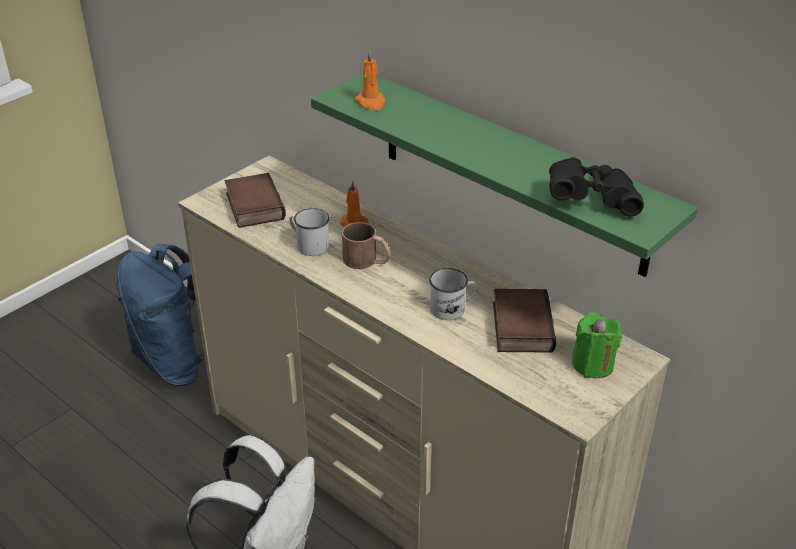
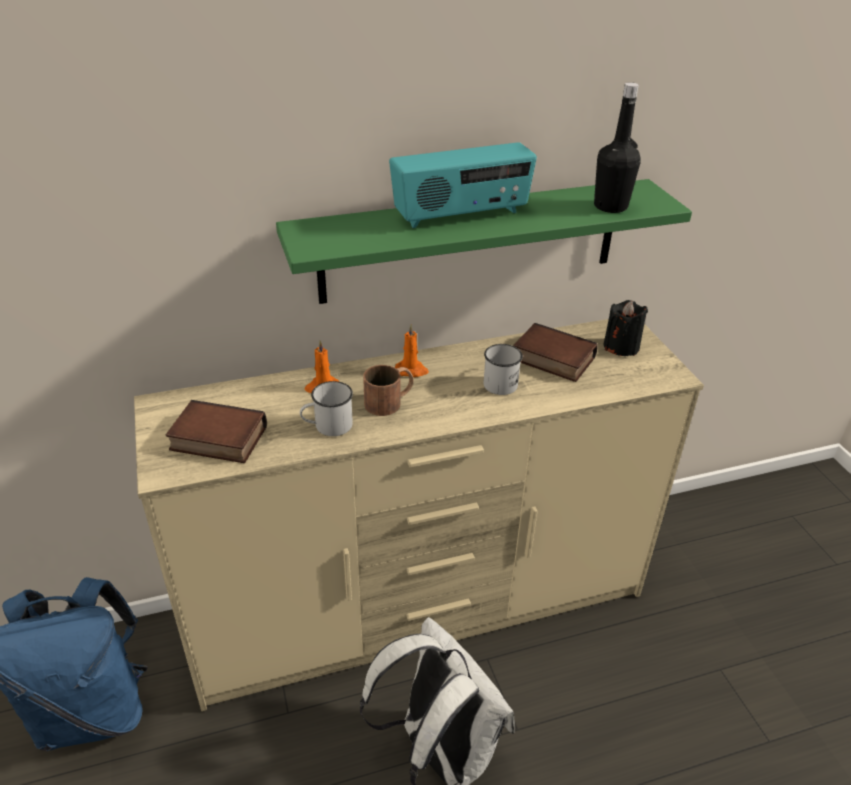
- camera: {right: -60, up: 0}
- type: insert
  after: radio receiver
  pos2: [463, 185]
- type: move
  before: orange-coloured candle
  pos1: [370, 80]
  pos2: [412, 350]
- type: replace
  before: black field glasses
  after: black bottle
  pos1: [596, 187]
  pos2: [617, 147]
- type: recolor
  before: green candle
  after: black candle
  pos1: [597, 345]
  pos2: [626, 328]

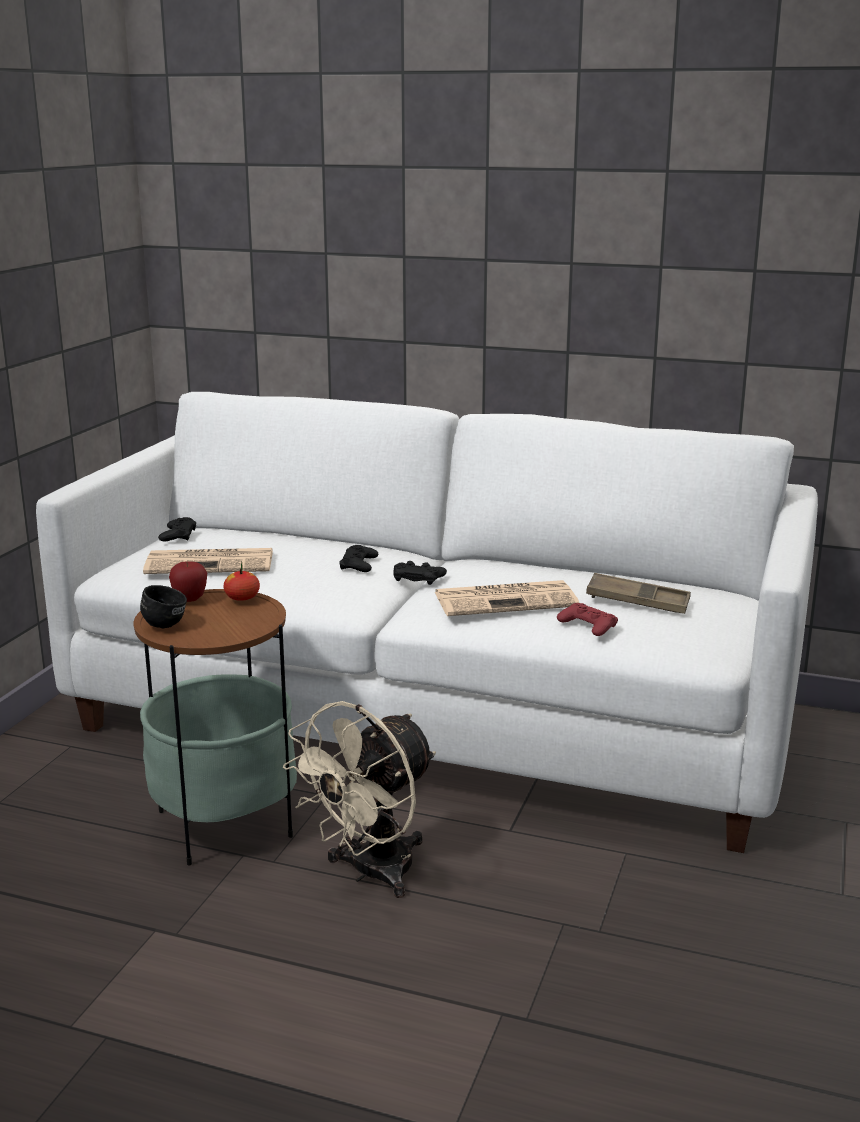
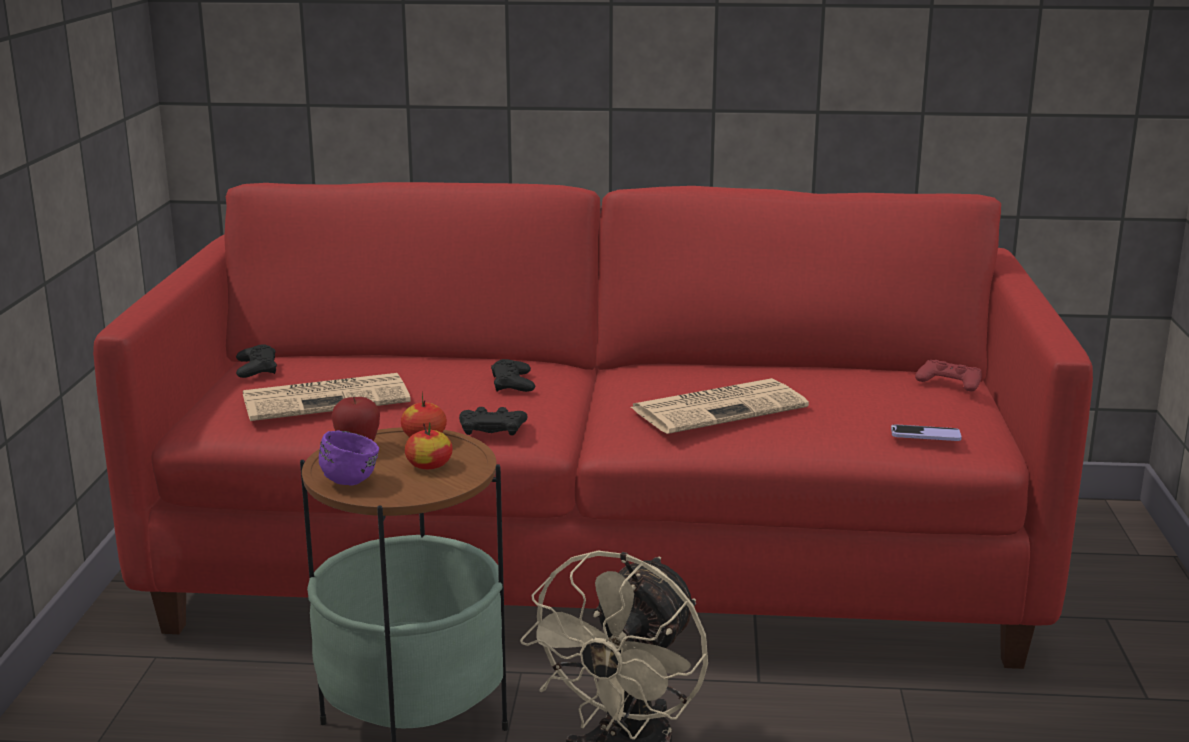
- camera: {right: -15, up: 0}
- type: delete
  before: brownish carrying tray
  pos1: [638, 593]
- type: insert
  after: whole apple
  pos2: [429, 445]
- type: insert
  after: phone
  pos2: [926, 432]
- type: move
  before: black joypad
  pos1: [420, 573]
  pos2: [493, 421]
- type: move
  before: red joypad
  pos1: [587, 619]
  pos2: [948, 376]
- type: recolor
  before: whitish settee
  after: red settee
  pos1: [427, 622]
  pos2: [593, 425]
- type: recolor
  before: black tea mug
  after: purple-coloured tea mug
  pos1: [163, 606]
  pos2: [349, 458]

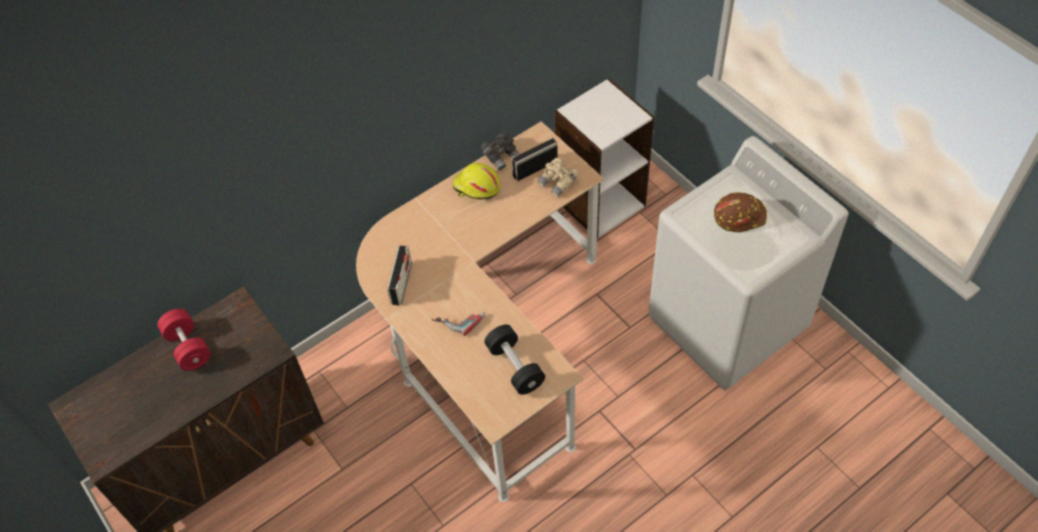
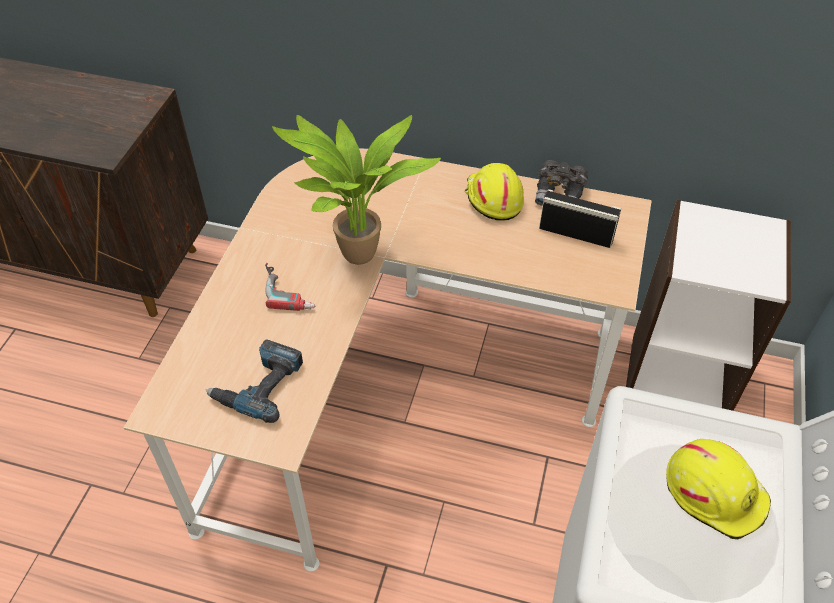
- camera: {right: 50, up: -5}
- type: delete
  before: red hand weight
  pos1: [184, 340]
- type: delete
  before: radio receiver
  pos1: [399, 275]
- type: delete
  before: beige-coloured field glasses
  pos1: [558, 177]
- type: insert
  after: houseplant
  pos2: [356, 190]
- type: replace
  before: black hand weight
  after: electric drill
  pos1: [514, 359]
  pos2: [254, 381]
- type: recolor
  before: brownish work helmet
  after: yellow work helmet
  pos1: [740, 212]
  pos2: [718, 489]

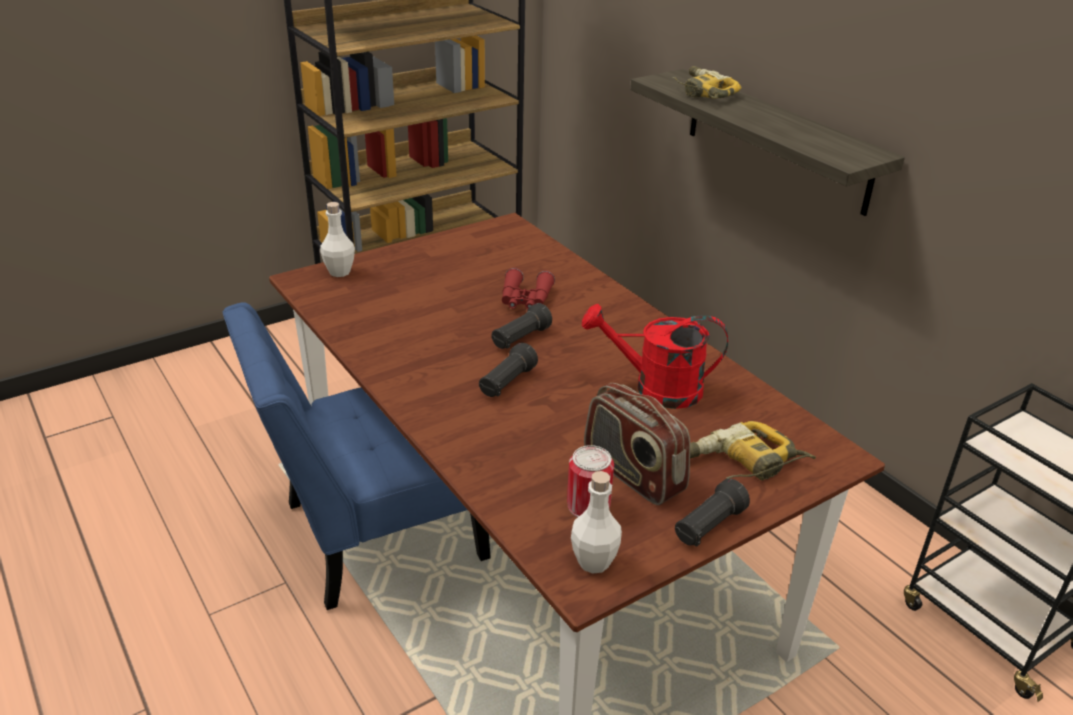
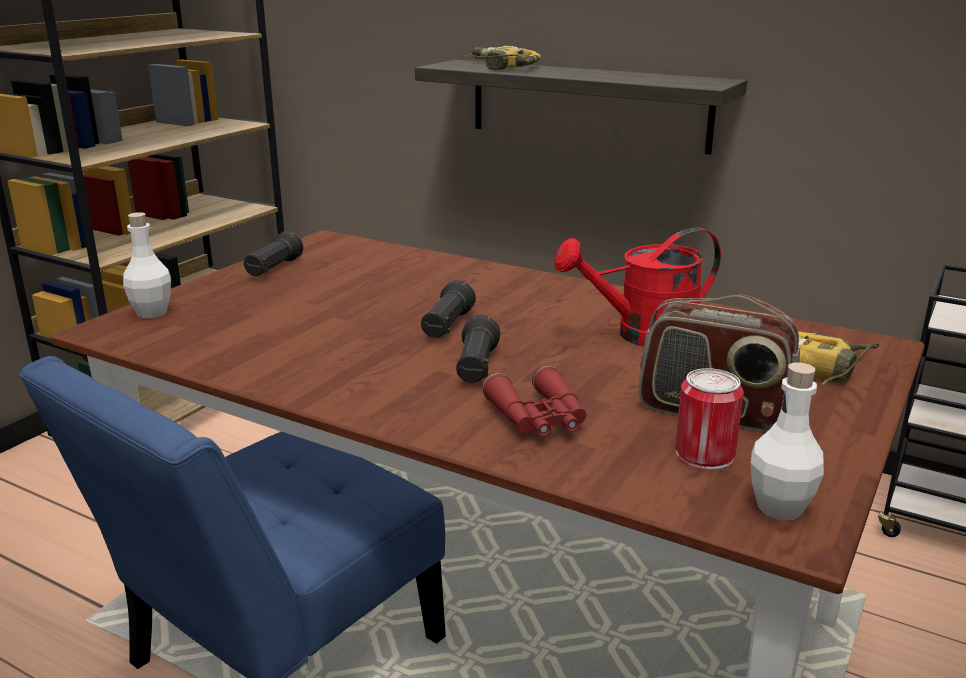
- camera: {right: -25, up: -10}
- type: move
  before: red field glasses
  pos1: [528, 289]
  pos2: [534, 400]
- type: move
  before: black flashlight
  pos1: [712, 513]
  pos2: [273, 253]

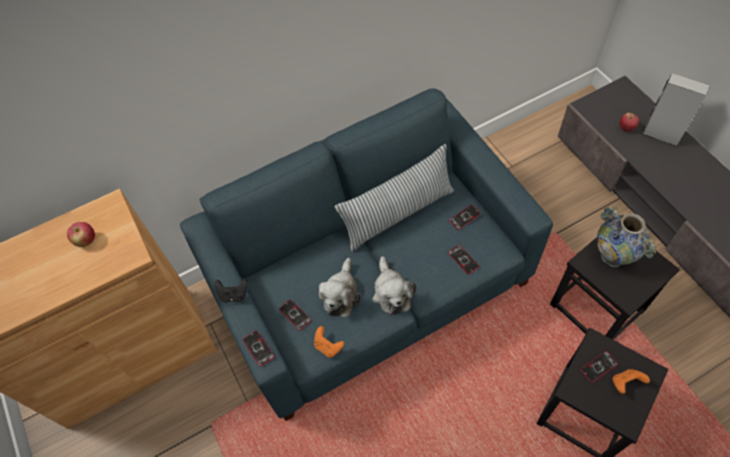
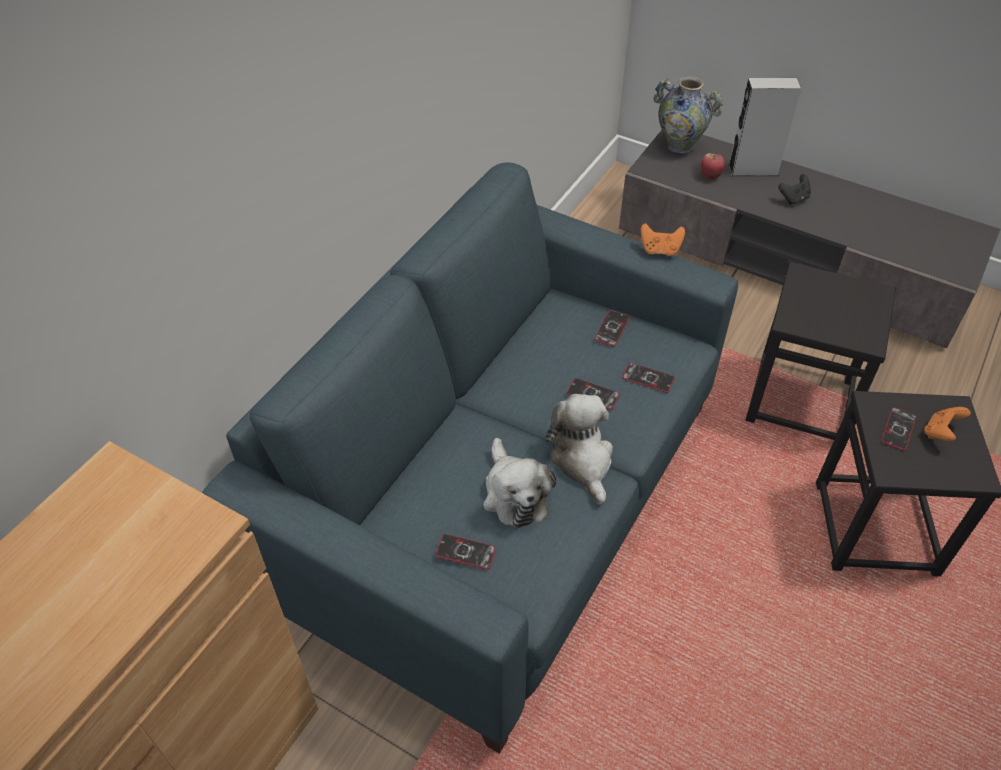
- camera: {right: -35, up: -10}
- type: delete
  before: whole apple
  pos1: [81, 234]
- type: delete
  before: throw pillow
  pos1: [394, 198]
- type: move
  before: black joypad
  pos1: [231, 291]
  pos2: [794, 189]
- type: move
  before: phone
  pos1: [258, 348]
  pos2: [593, 394]
- type: move
  before: orange-coloured joypad
  pos1: [329, 342]
  pos2: [663, 239]
- type: move
  before: flower vase
  pos1: [626, 236]
  pos2: [688, 115]
- type: rotate
  before: cuddly toy
  pos1: [394, 285]
  pos2: [579, 449]
  turn: -150

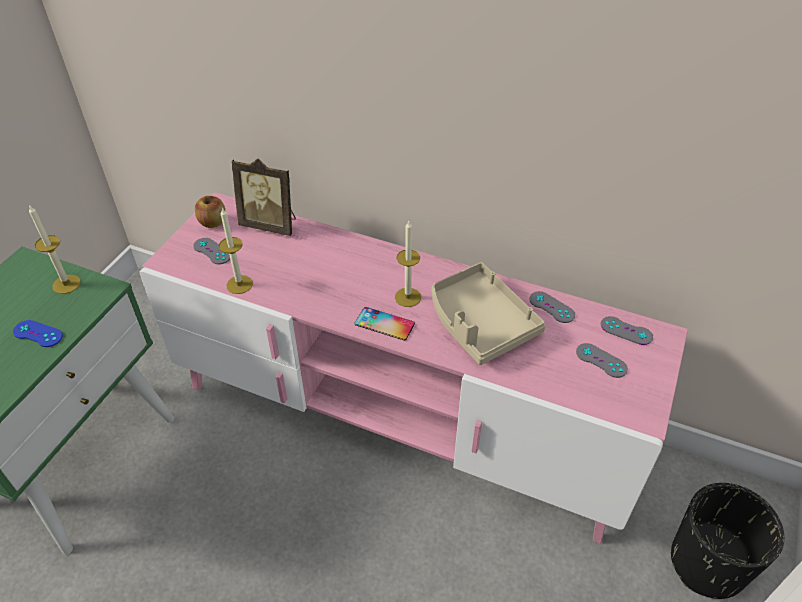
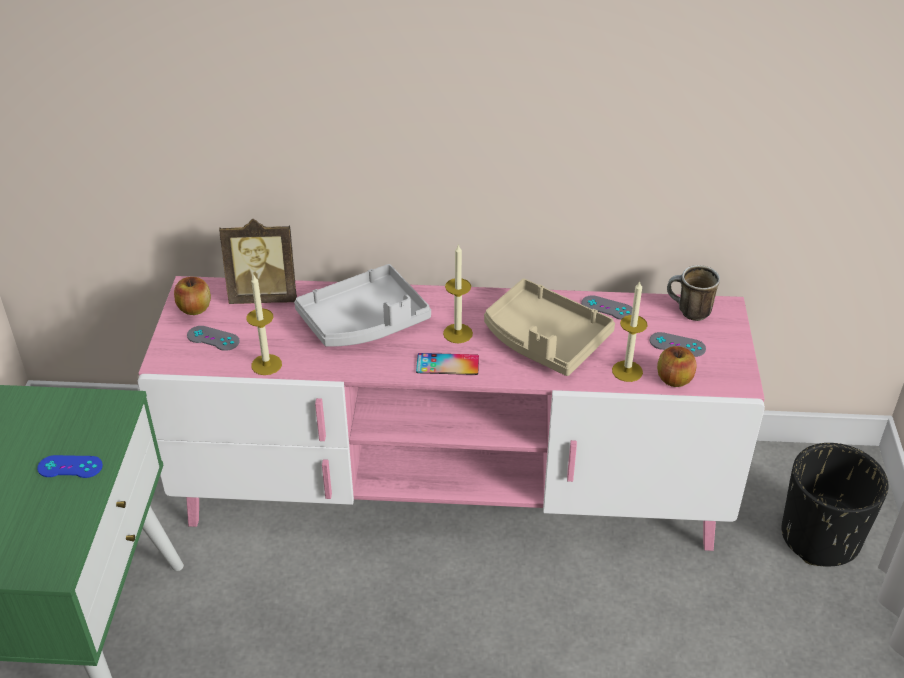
- camera: {right: -20, up: -5}
- type: insert
  after: grey carrying tray
  pos2: [362, 305]
- type: insert
  after: whole apple
  pos2: [677, 366]
- type: move
  before: candle
  pos1: [55, 250]
  pos2: [630, 331]
- type: replace
  before: grey joypad
  after: tea mug
  pos1: [627, 330]
  pos2: [693, 293]

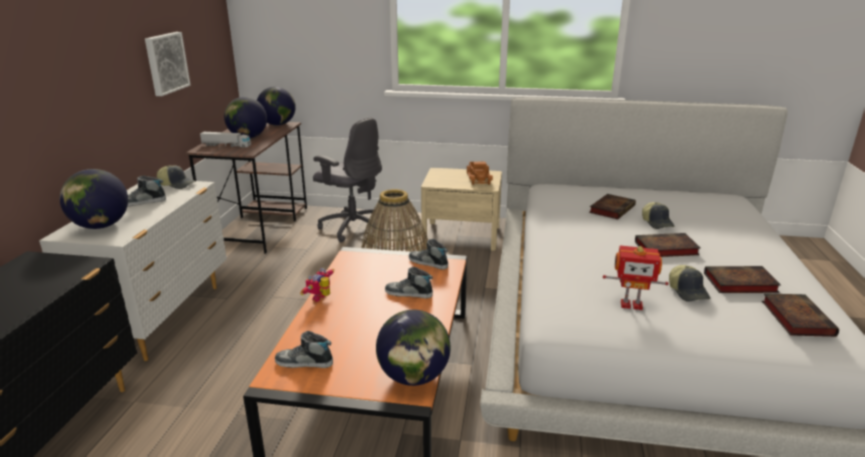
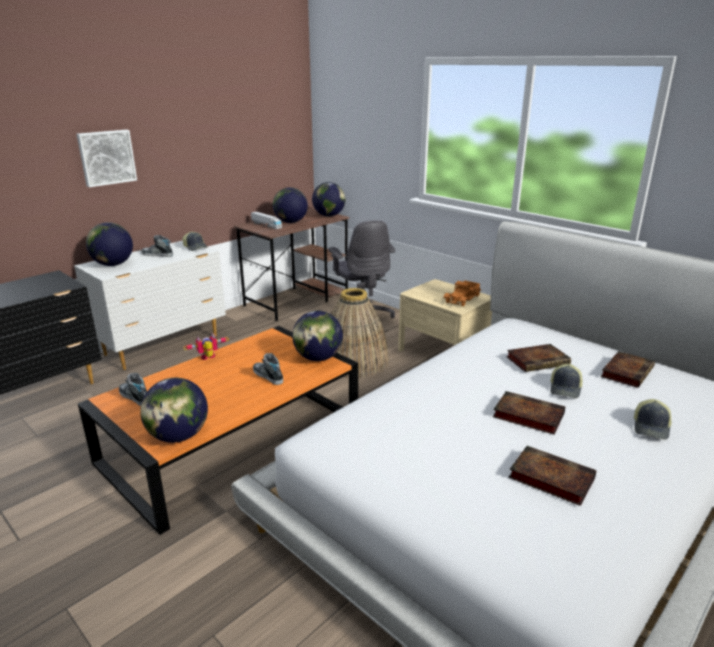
- camera: {right: 35, up: 0}
- type: delete
  before: toy robot
  pos1: [636, 278]
- type: move
  before: wall art
  pos1: [168, 64]
  pos2: [107, 158]
- type: move
  before: peaked cap
  pos1: [689, 283]
  pos2: [652, 419]
- type: move
  before: book
  pos1: [800, 315]
  pos2: [628, 369]
- type: replace
  before: low shoe
  after: globe
  pos1: [428, 254]
  pos2: [317, 336]

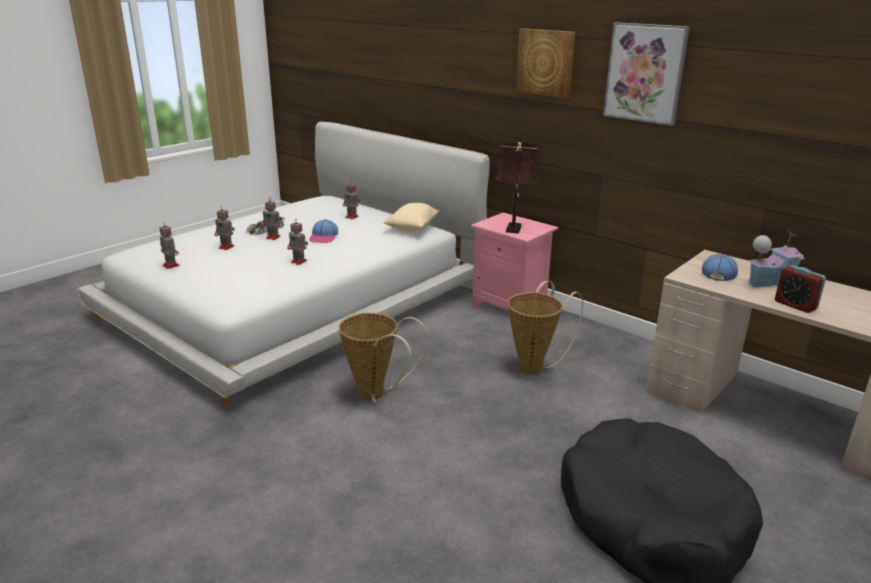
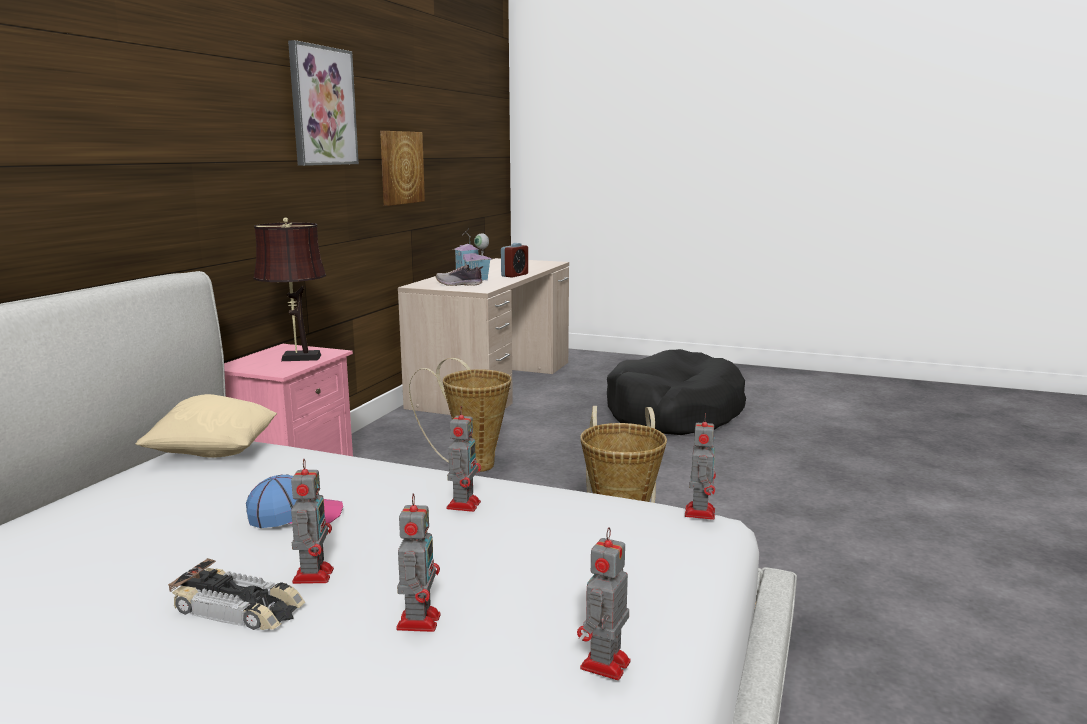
- camera: {right: -110, up: -10}
- type: move
  before: toy robot
  pos1: [351, 199]
  pos2: [700, 466]
- type: move
  before: wall art
  pos1: [546, 63]
  pos2: [402, 168]
- type: replace
  before: peaked cap
  after: low shoe
  pos1: [720, 267]
  pos2: [459, 275]

